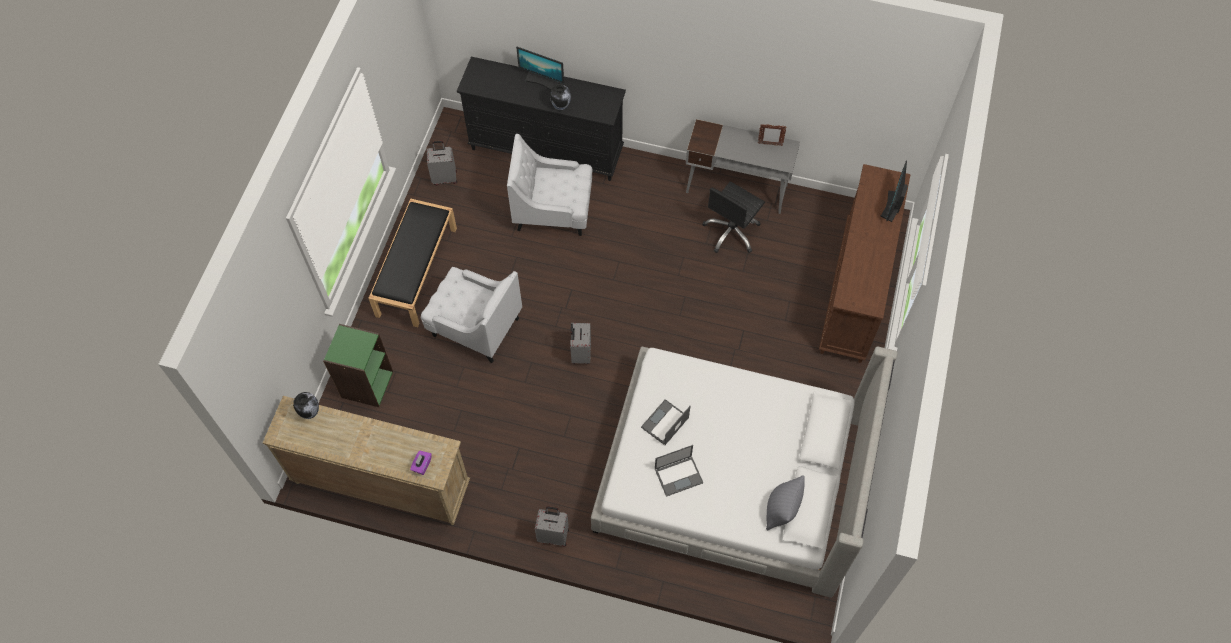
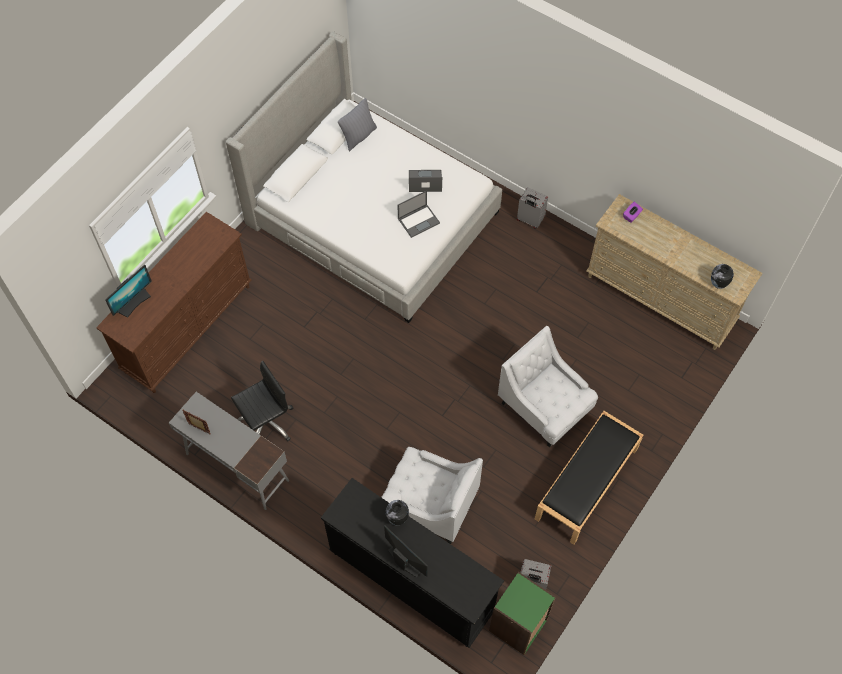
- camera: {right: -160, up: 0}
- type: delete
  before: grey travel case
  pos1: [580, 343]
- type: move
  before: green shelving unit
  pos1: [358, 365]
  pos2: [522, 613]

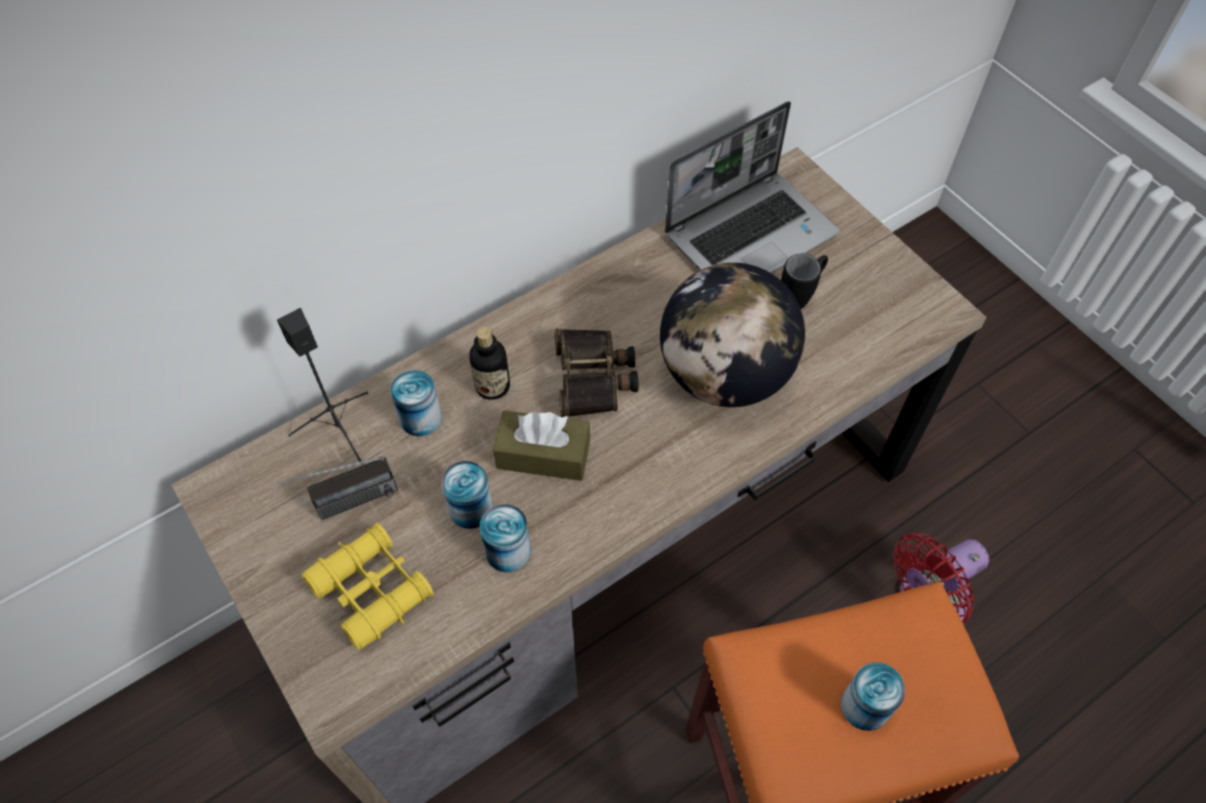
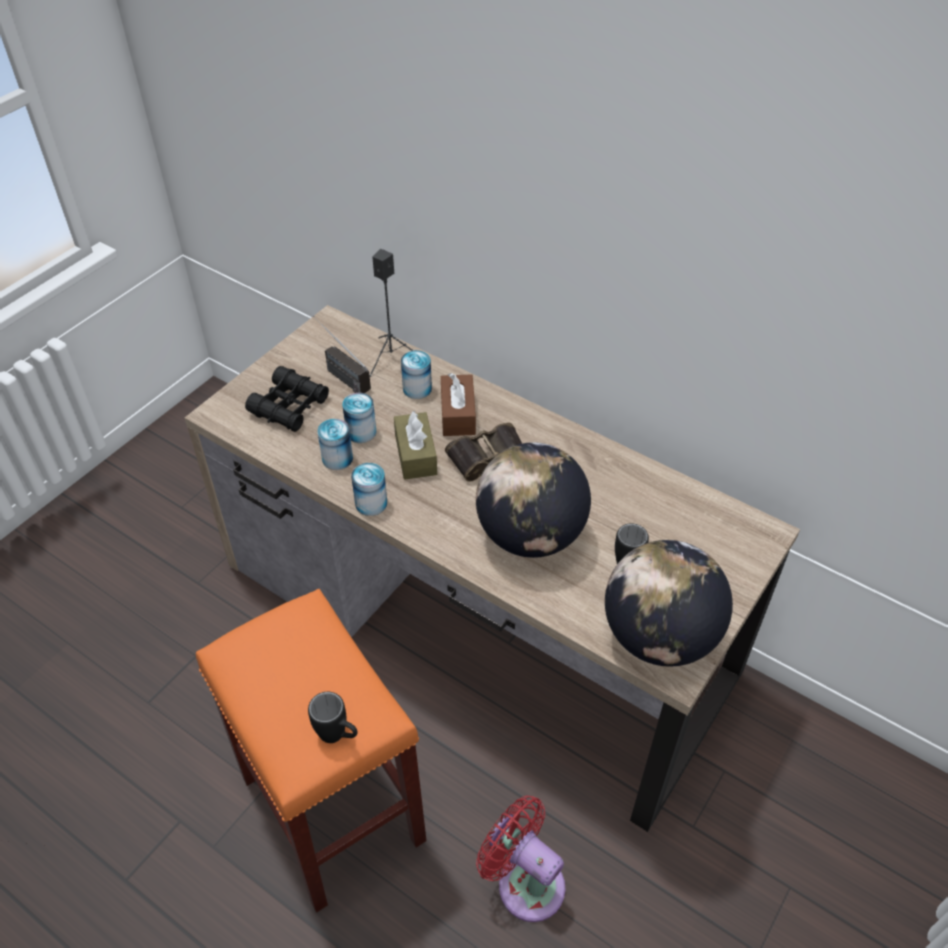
- camera: {right: 70, up: -10}
- type: delete
  before: notebook computer
  pos1: [752, 187]
- type: insert
  after: black tea mug
  pos2: [333, 717]
- type: insert
  after: globe
  pos2: [669, 603]
- type: move
  before: metal can
  pos1: [873, 696]
  pos2: [369, 489]
- type: replace
  before: bottle
  after: brownish box of tissues
  pos1: [489, 363]
  pos2: [458, 404]
- type: recolor
  before: yellow field glasses
  after: black field glasses
  pos1: [367, 586]
  pos2: [287, 399]

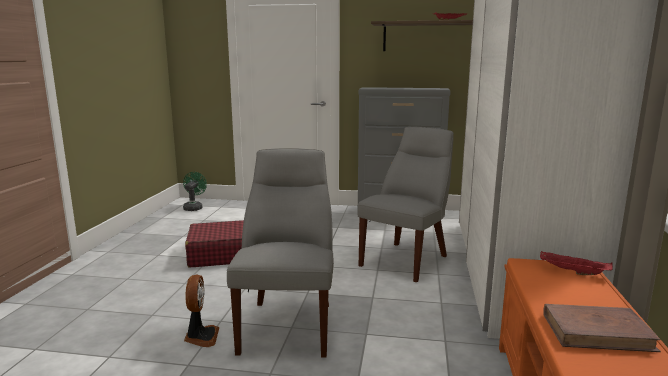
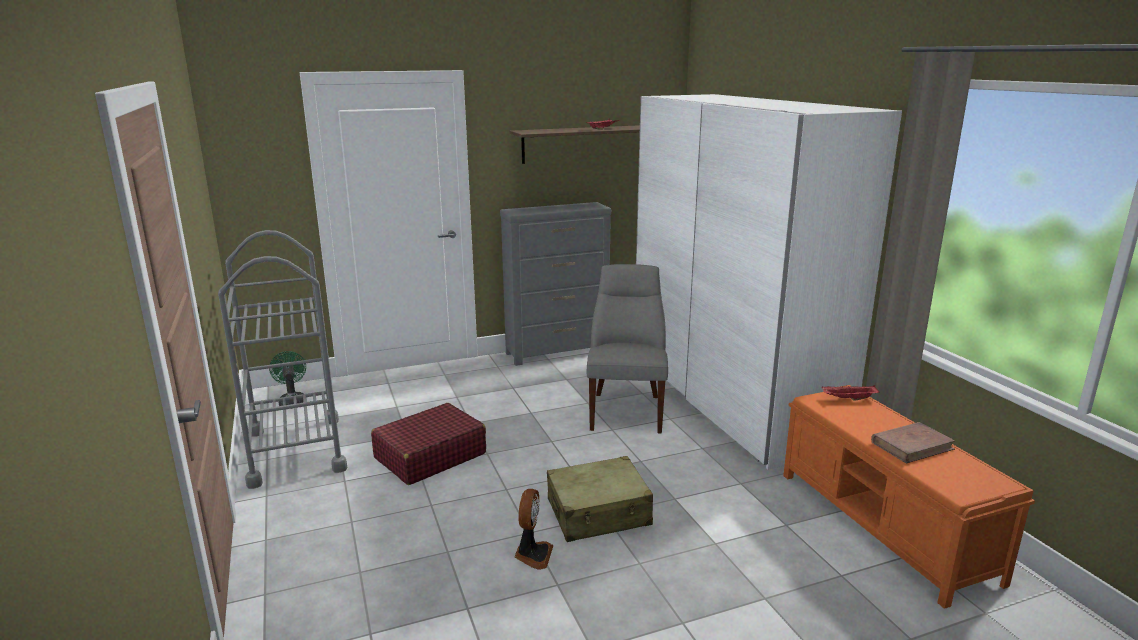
- camera: {right: -30, up: 5}
- type: insert
  after: grey wheeled cart
  pos2: [282, 359]
- type: replace
  before: grey upright chair
  after: beige-coloured travel case
  pos1: [280, 253]
  pos2: [600, 499]
- type: rotate
  before: cooling fan
  pos1: [202, 311]
  pos2: [534, 529]
  turn: 45

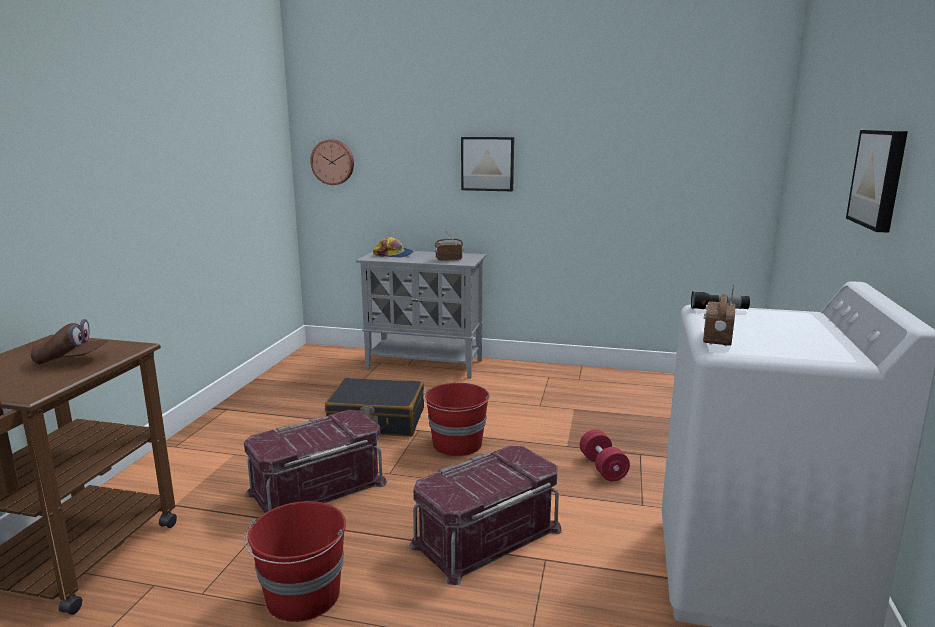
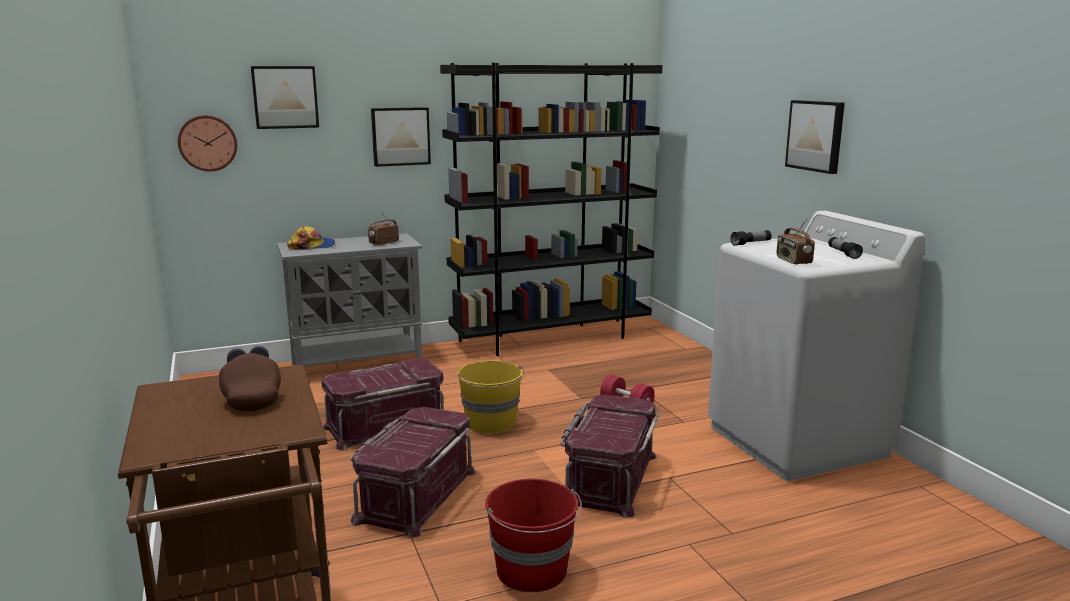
- camera: {right: -35, up: 0}
- type: insert
  after: wall art
  pos2: [285, 97]
- type: insert
  after: black shelving unit
  pos2: [551, 209]
- type: insert
  after: flashlight
  pos2: [845, 248]
- type: replace
  before: black travel case
  after: red storage box
  pos1: [374, 407]
  pos2: [382, 405]
- type: recolor
  before: red pail
  after: yellow pail
  pos1: [456, 419]
  pos2: [491, 397]
- type: rotate
  before: brownish peaked cap
  pos1: [69, 342]
  pos2: [250, 378]
  turn: -75

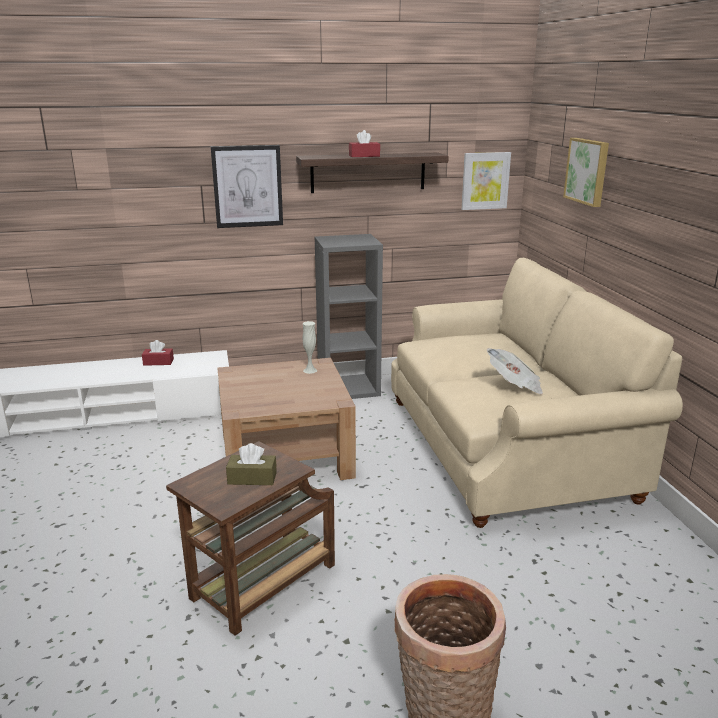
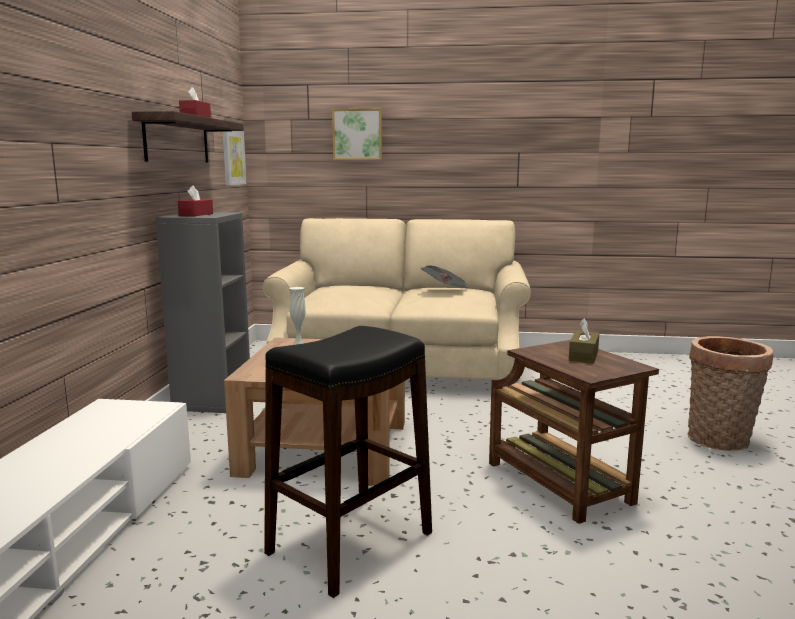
- camera: {right: -70, up: -10}
- type: delete
  before: wall art
  pos1: [247, 186]
- type: insert
  after: black sitting stool
  pos2: [348, 462]
- type: move
  before: red box of tissues
  pos1: [158, 353]
  pos2: [195, 201]

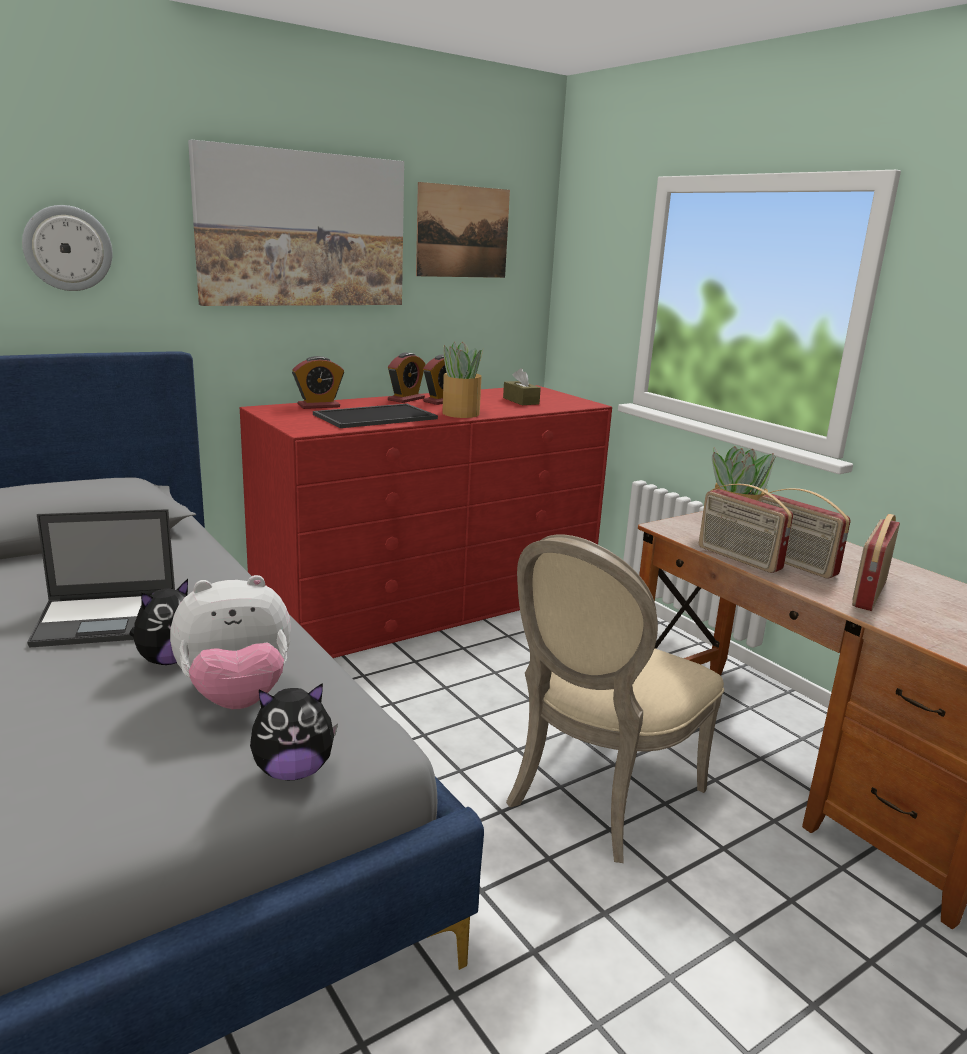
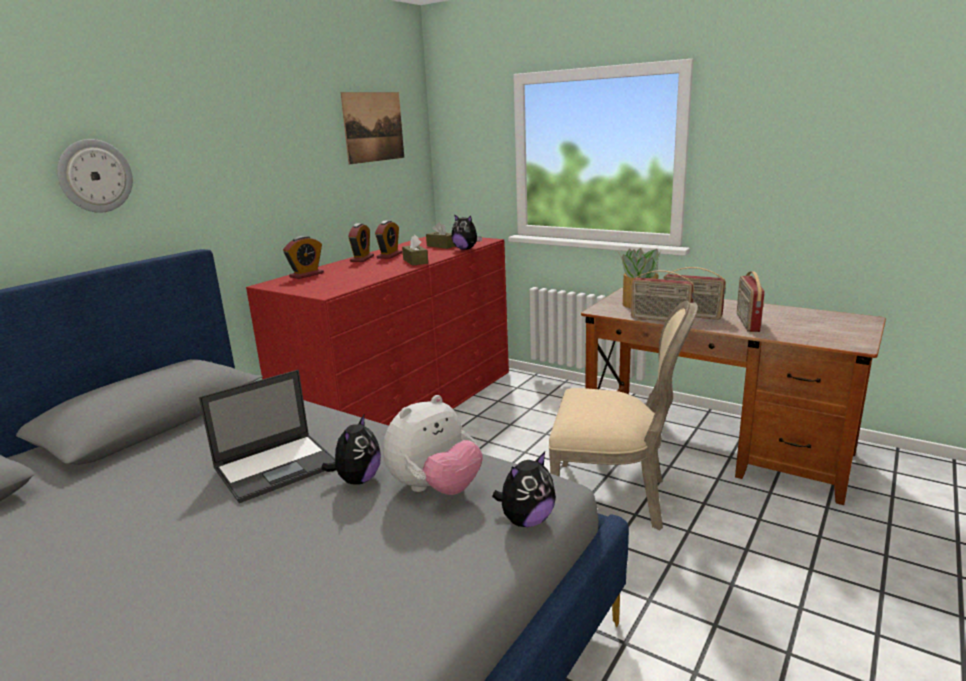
- camera: {right: -20, up: 0}
- type: delete
  before: wall art
  pos1: [296, 223]
- type: delete
  before: carrying tray
  pos1: [375, 416]
- type: insert
  after: cuddly toy
  pos2: [466, 232]
- type: replace
  before: houseplant
  after: brownish box of tissues
  pos1: [462, 380]
  pos2: [415, 250]
- type: rotate
  before: beige-coloured upright chair
  pos1: [615, 698]
  pos2: [623, 415]
  turn: -90

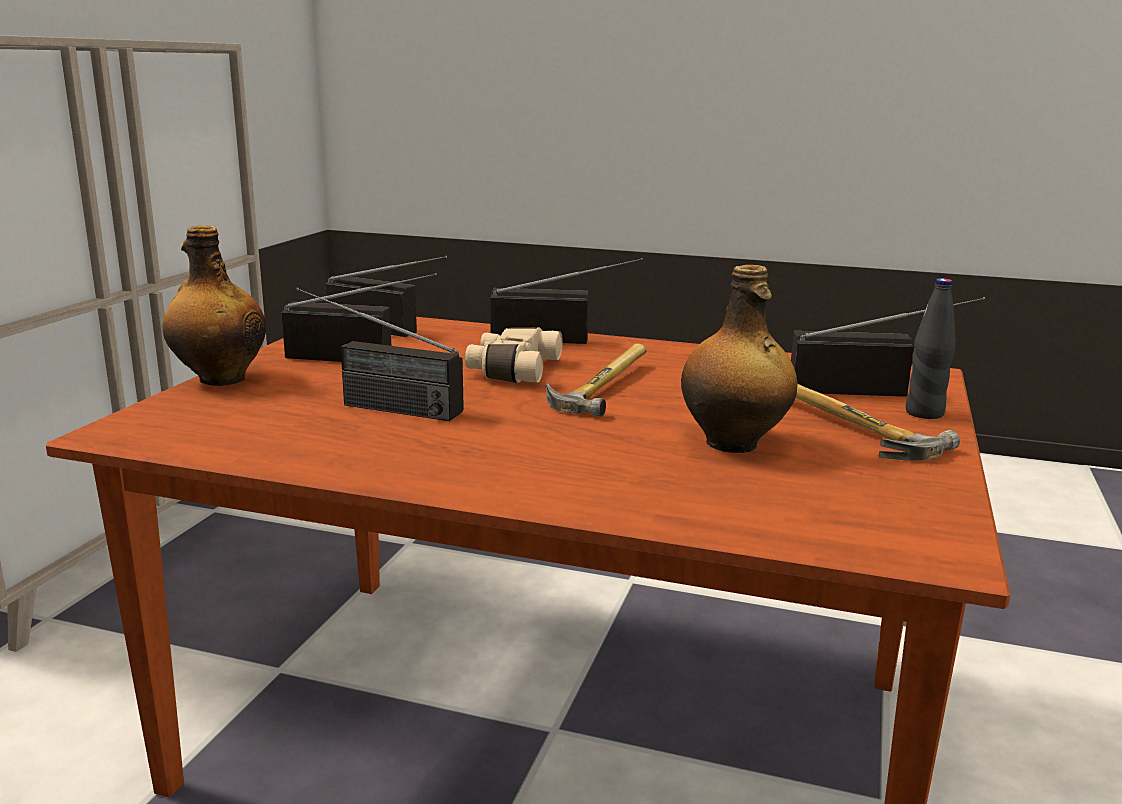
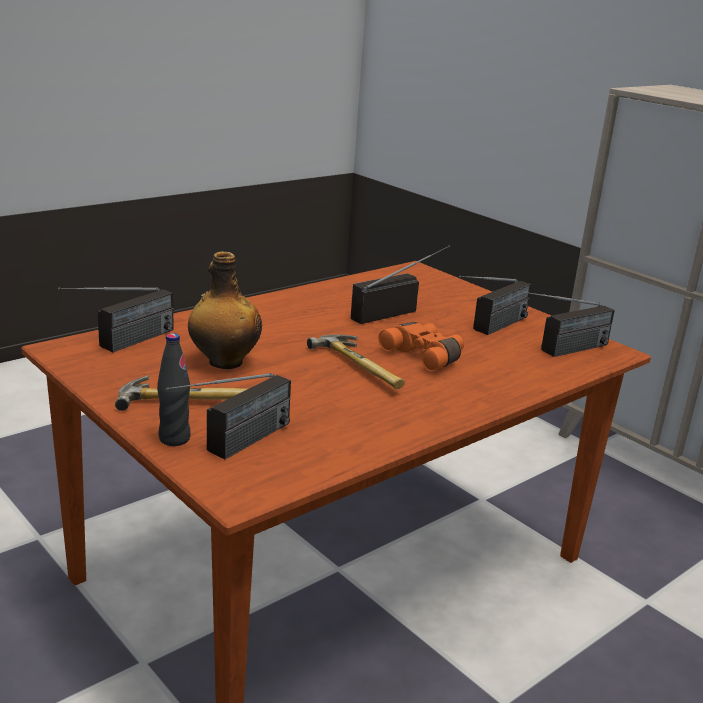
- camera: {right: 120, up: 5}
- type: delete
  before: bottle
  pos1: [214, 305]
- type: move
  before: radio receiver
  pos1: [566, 301]
  pos2: [116, 319]
- type: recolor
  before: beige-coloured field glasses
  after: orange-coloured field glasses
  pos1: [514, 355]
  pos2: [421, 346]

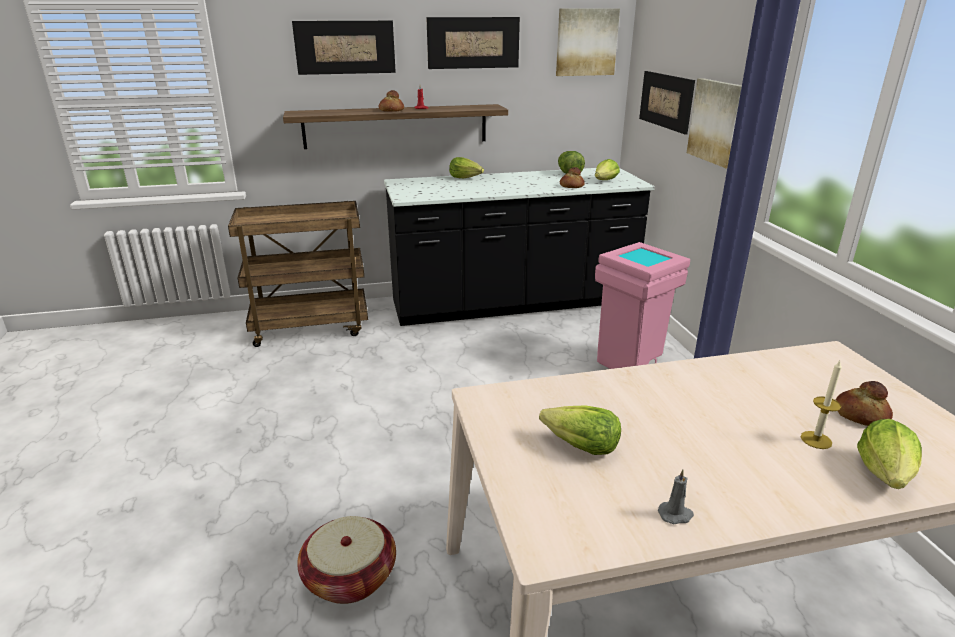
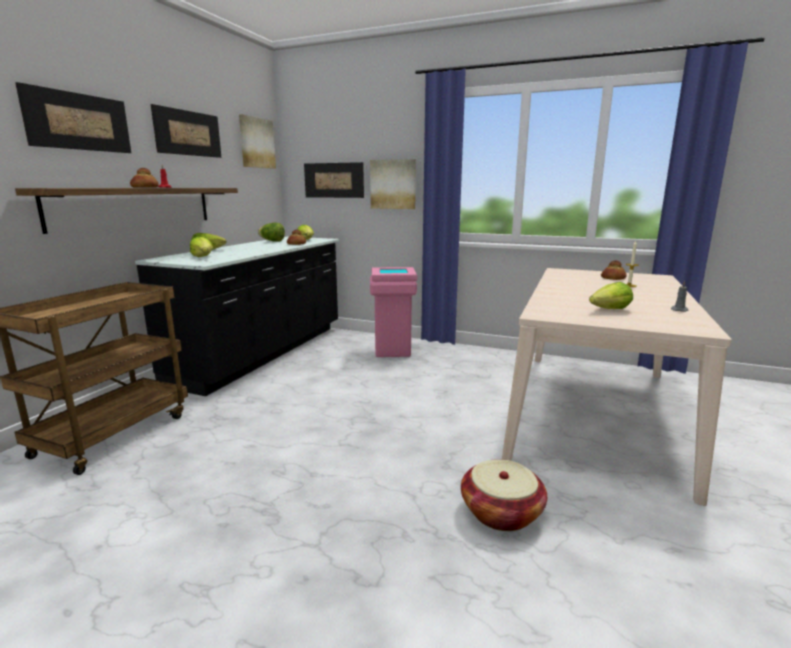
- camera: {right: -55, up: -10}
- type: move
  before: lettuce head
  pos1: [889, 454]
  pos2: [201, 247]

